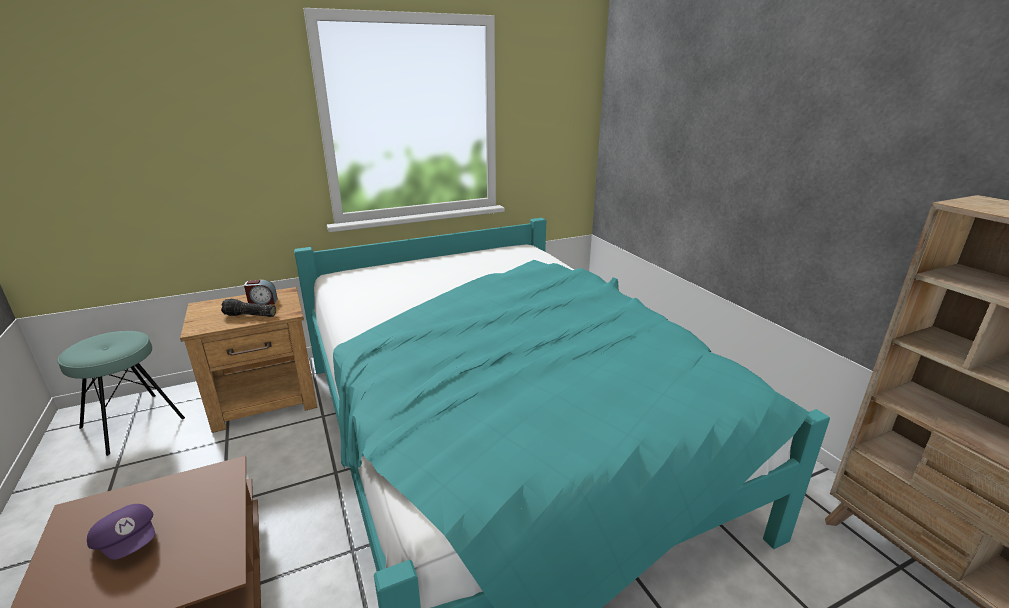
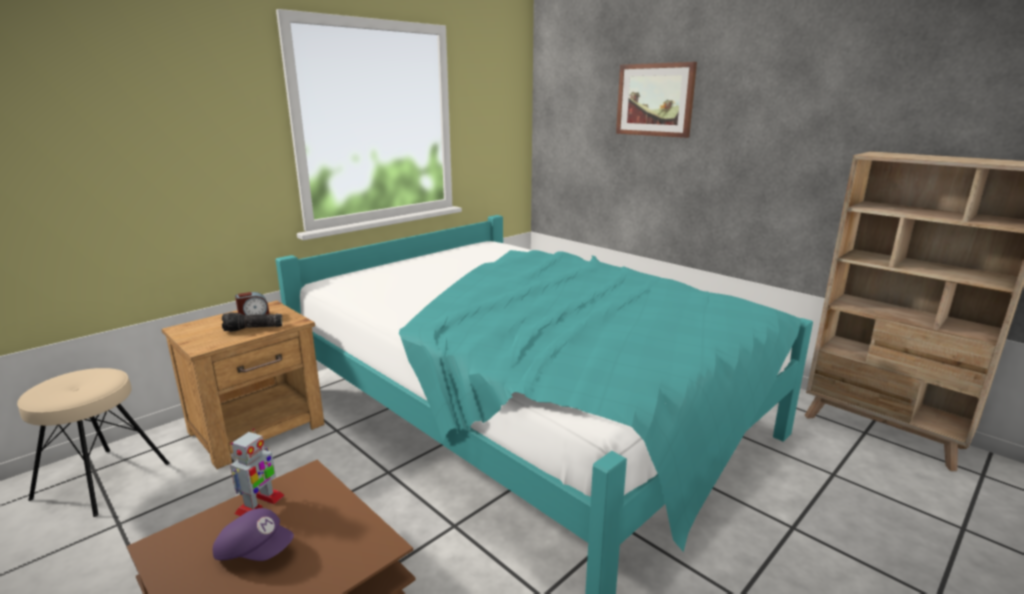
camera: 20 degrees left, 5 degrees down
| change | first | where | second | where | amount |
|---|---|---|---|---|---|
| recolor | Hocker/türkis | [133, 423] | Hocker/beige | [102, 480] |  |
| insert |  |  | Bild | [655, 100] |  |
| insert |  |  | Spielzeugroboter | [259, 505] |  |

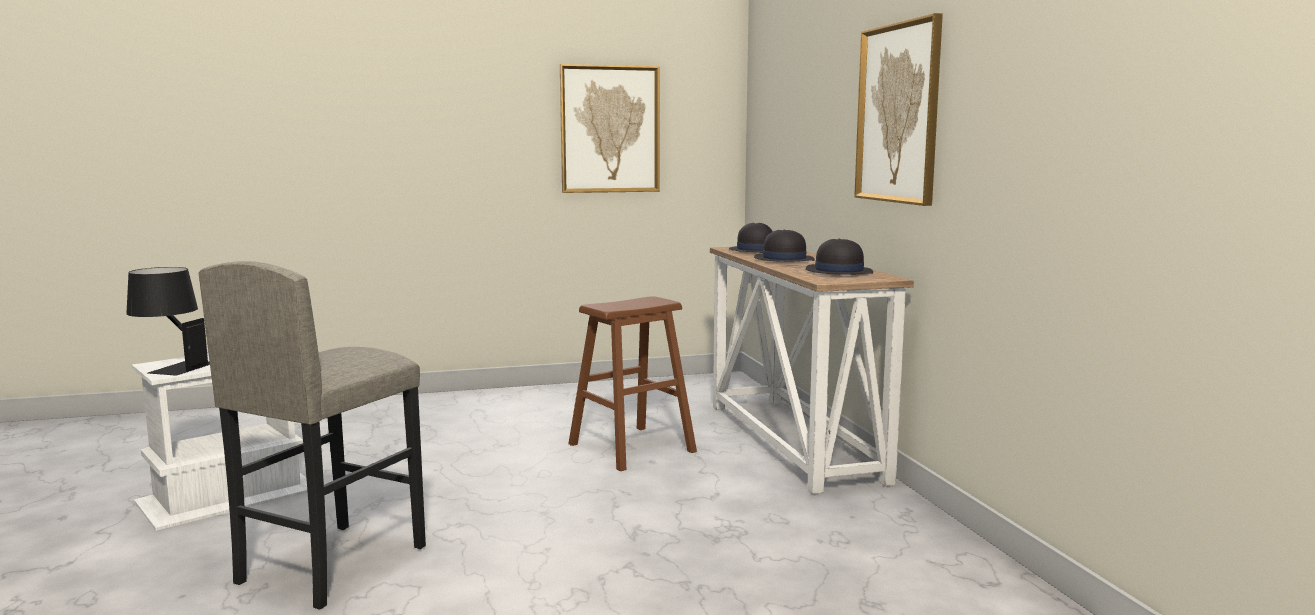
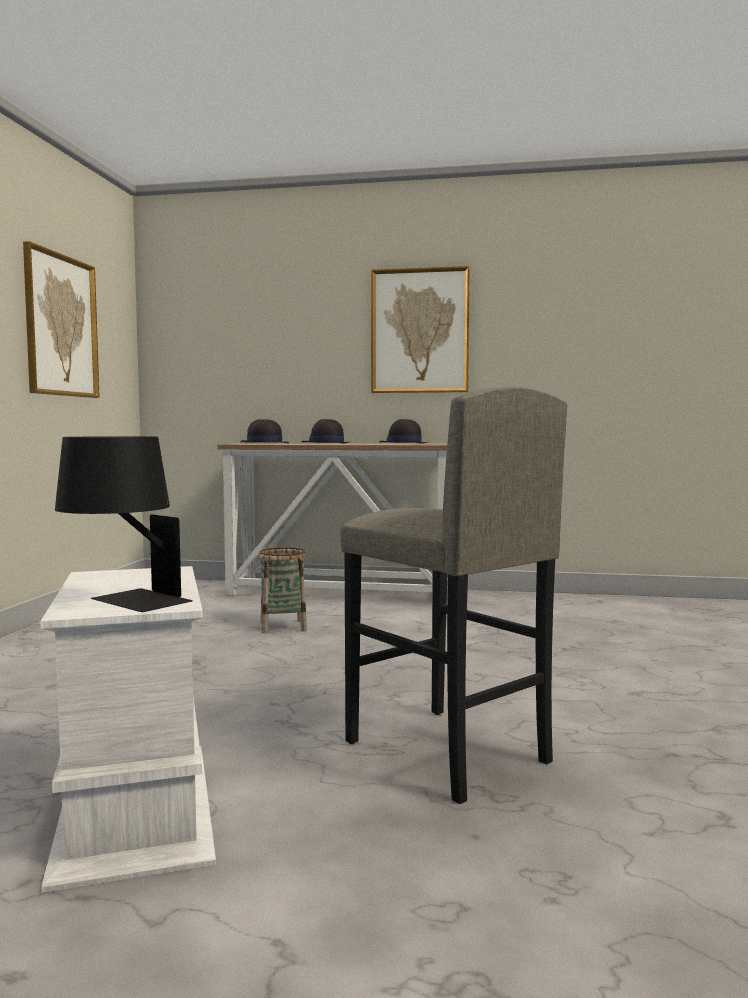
camera: 65 degrees left, 5 degrees down
| change | first | where | second | where | amount |
|---|---|---|---|---|---|
| replace | Hocker/braun | [631, 448] | Korb | [283, 627] |  |

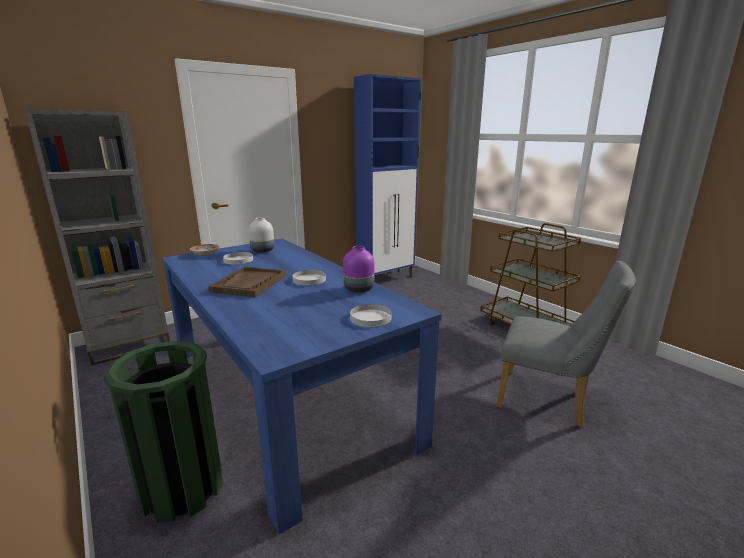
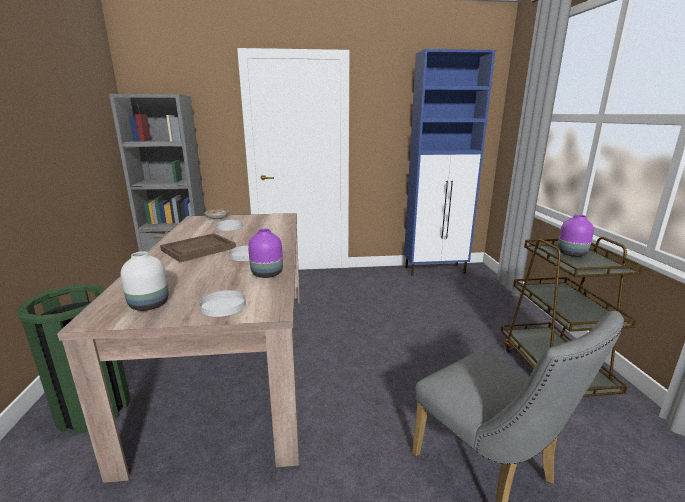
camera: 30 degrees right, 0 degrees up
| change | first | where | second | where | amount |
|---|---|---|---|---|---|
| move | Vase/weiß | [262, 250] |  | [148, 304] |  |
| recolor | Esstisch/blau | [285, 395] | Esstisch/beige | [234, 359] |  |
| insert |  |  | Vase/lila | [571, 254] |  |

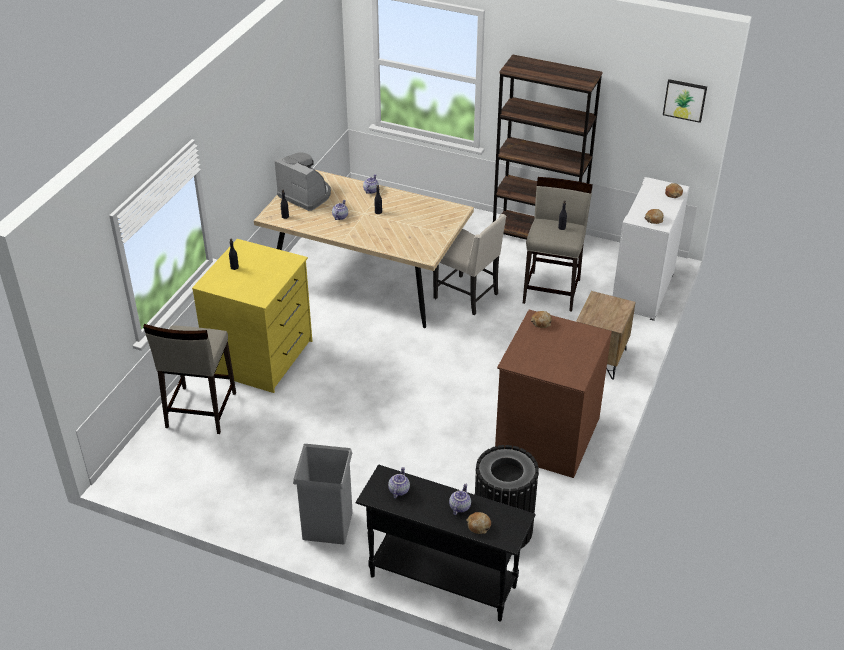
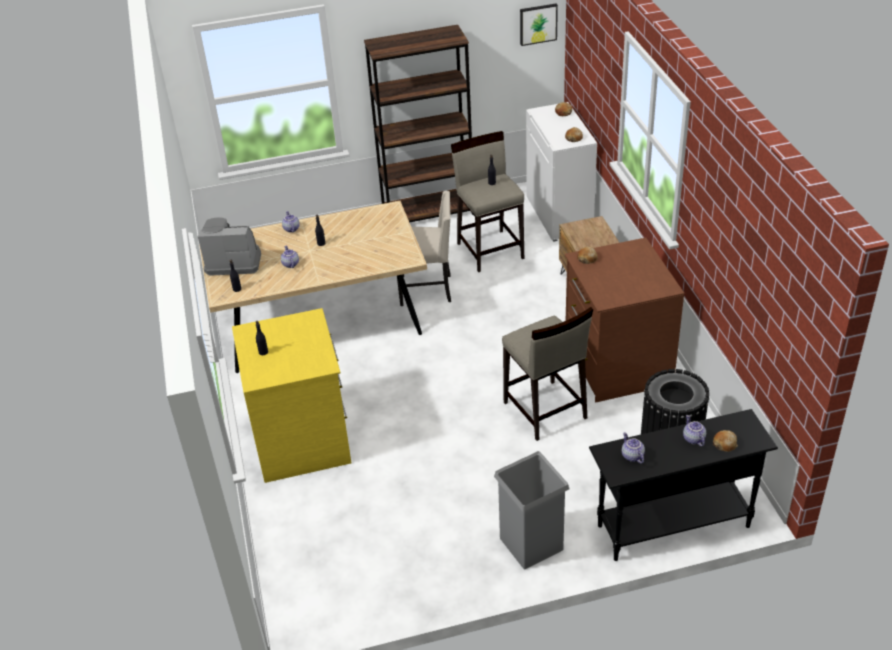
camera: 35 degrees left, 0 degrees up
| change | first | where | second | where | amount |
|---|---|---|---|---|---|
| move | Hocker/beige | [200, 410] |  | [545, 411] |  |

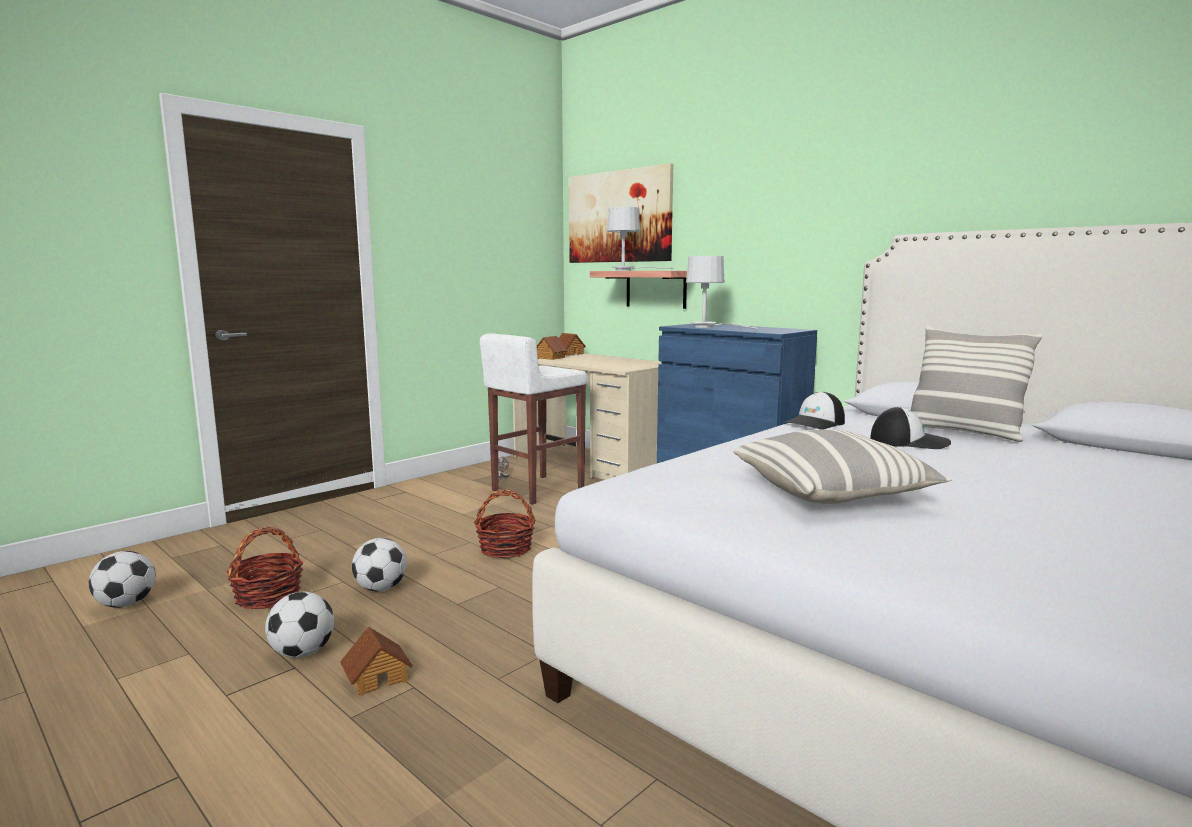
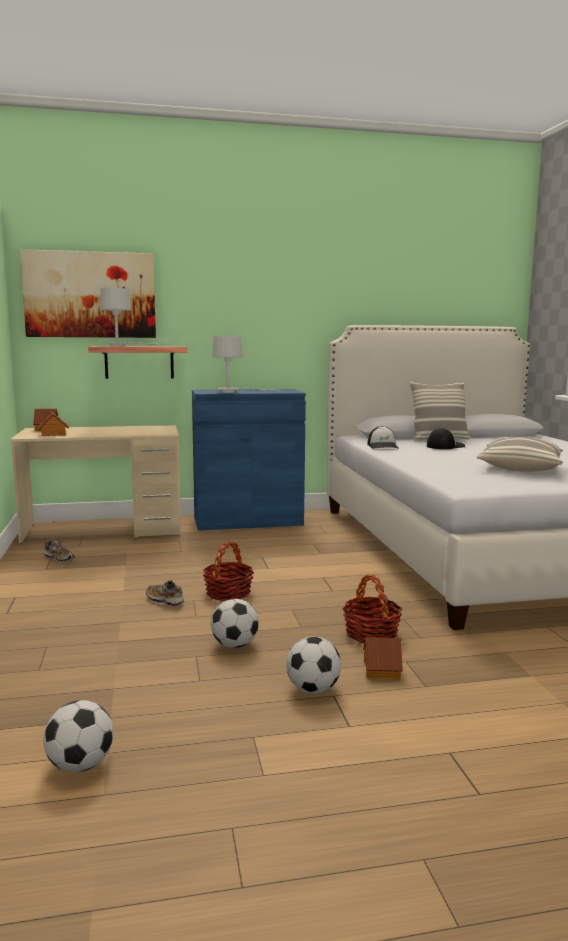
camera: 55 degrees left, 0 degrees up
| change | first | where | second | where | amount |
|---|---|---|---|---|---|
| delete | Hocker/weiß | [536, 489] |  |  |  |
| move | Korb | [268, 596] |  | [371, 634] |  |
| insert |  |  | Schuh | [164, 601] |  |

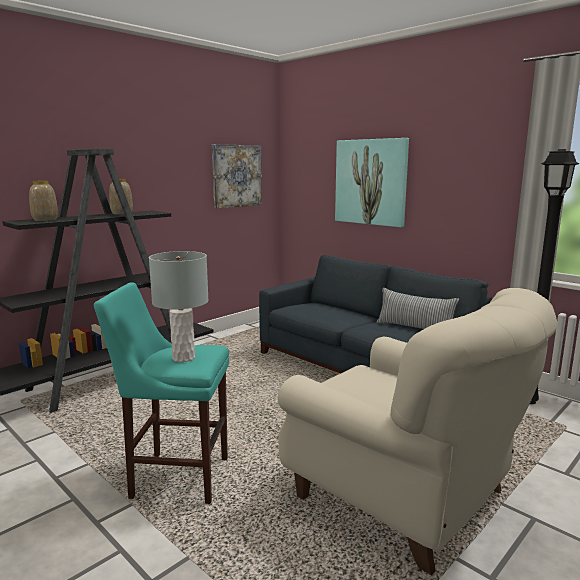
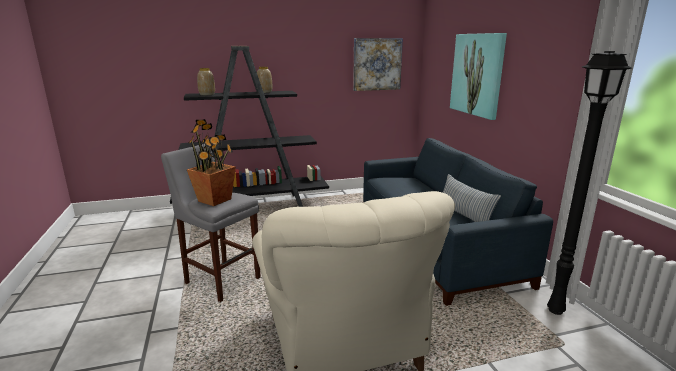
camera: 30 degrees right, 5 degrees up
| change | first | where | second | where | amount |
|---|---|---|---|---|---|
| replace | Tischlampe/grau | [183, 358] | Topfpflanze | [215, 200] |  |
| recolor | Hocker/türkis | [175, 477] | Hocker/grau | [220, 279] |  |

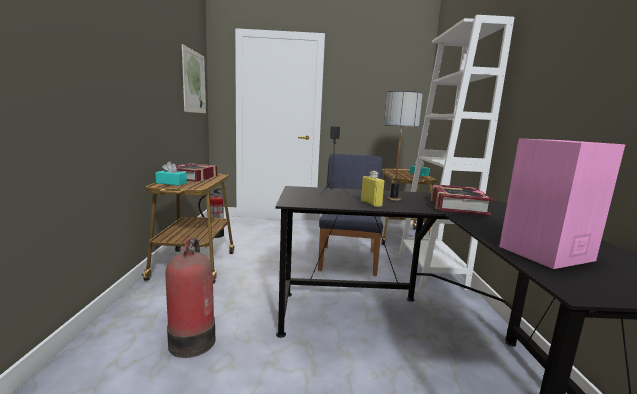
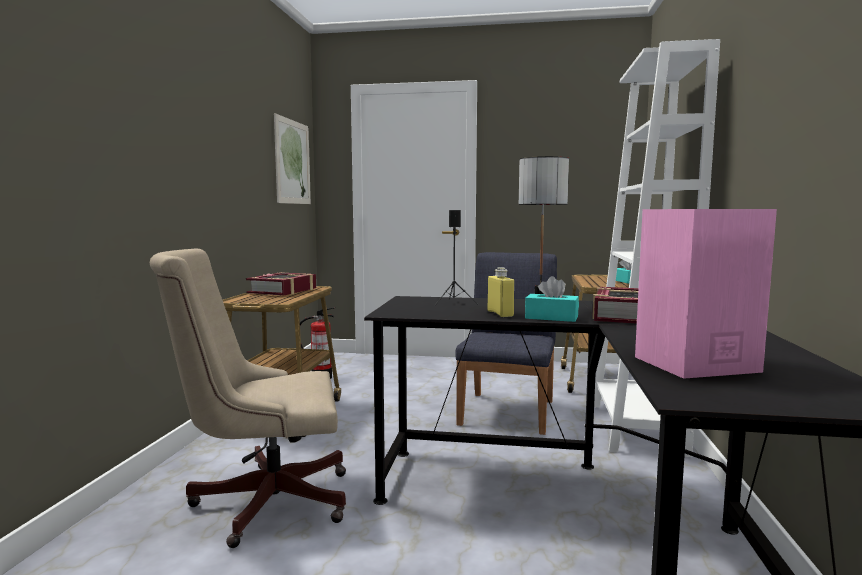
camera: 10 degrees right, 5 degrees down
| change | first | where | second | where | amount |
|---|---|---|---|---|---|
| move | Taschentuchbox/türkis | [171, 183] |  | [551, 317] |  |
| replace | Feuerlöscher | [193, 339] | Bürostuhl/beige | [262, 501] |  |

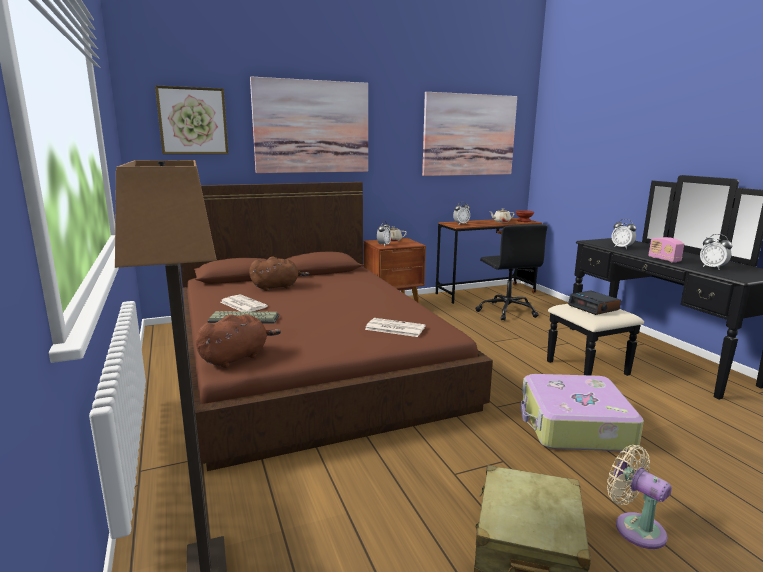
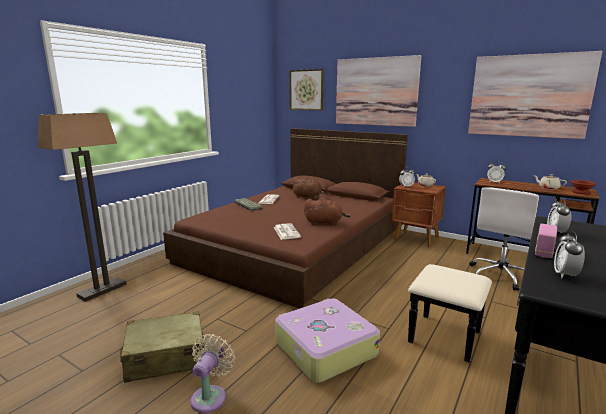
camera: 55 degrees right, 0 degrees up
| change | first | where | second | where | amount |
|---|---|---|---|---|---|
| recolor | Bürostuhl/schwarz | [507, 311] | Bürostuhl/weiß | [500, 275] |  |
| delete | Wecker | [594, 307] |  |  |  |
| move | Plüschtier/braun | [236, 357] |  | [325, 222] |  |

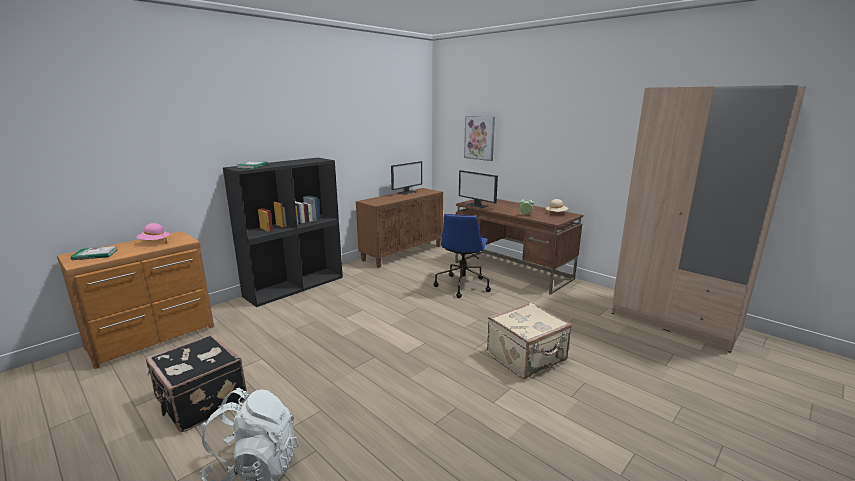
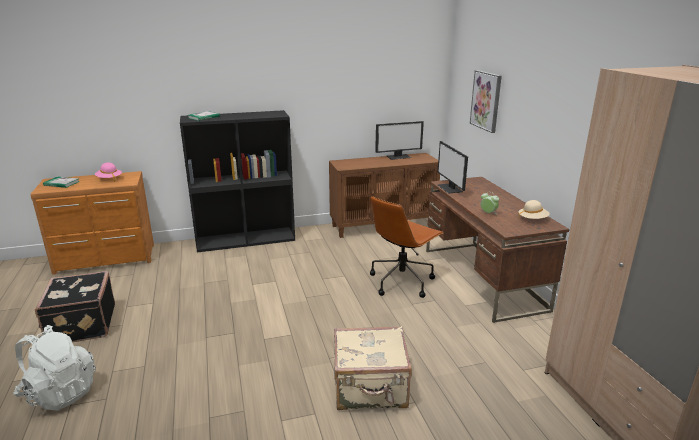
camera: 30 degrees right, 5 degrees up
| change | first | where | second | where | amount |
|---|---|---|---|---|---|
| recolor | Bürostuhl/blau | [462, 285] | Bürostuhl/braun | [402, 281] |  |

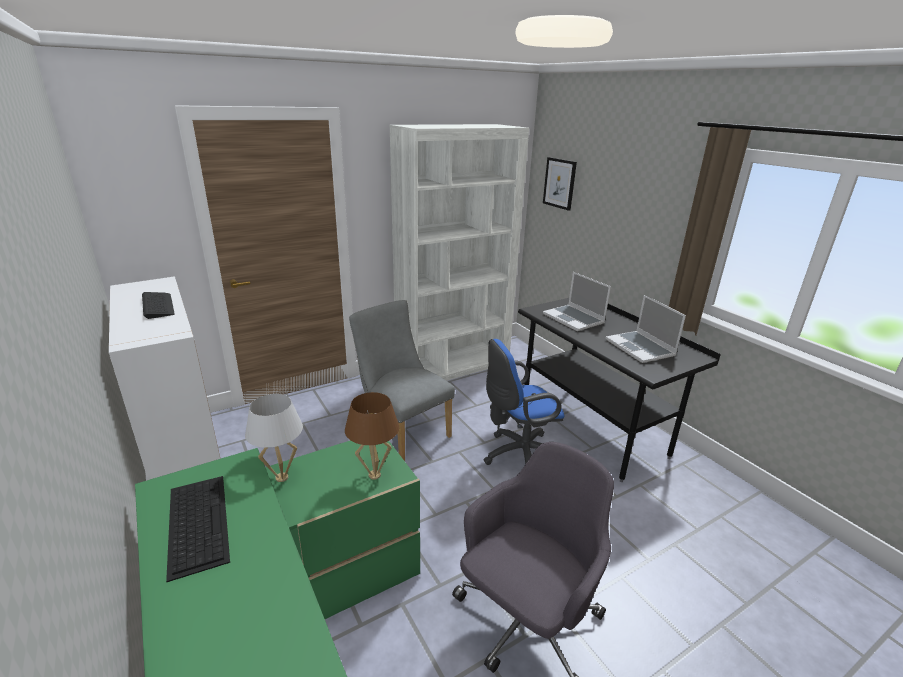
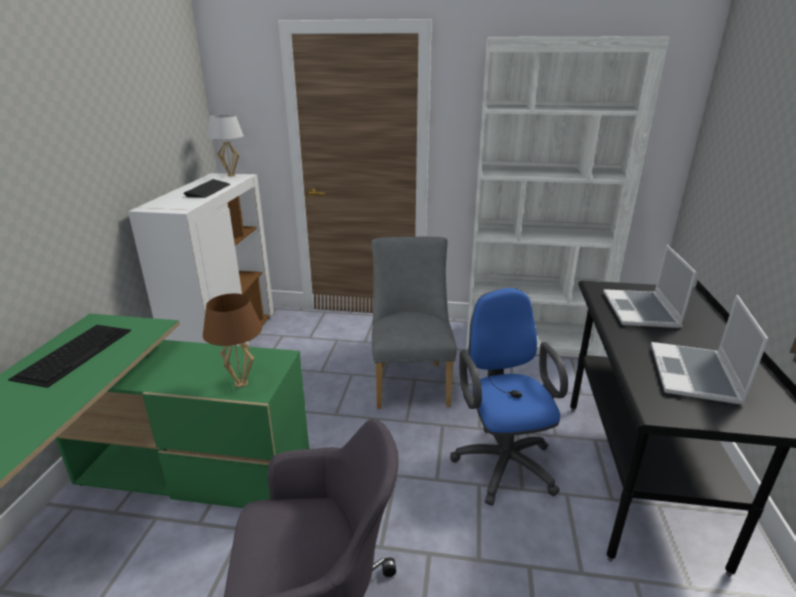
camera: 40 degrees right, 0 degrees up
| change | first | where | second | where | amount |
|---|---|---|---|---|---|
| delete | Bild | [559, 183] |  |  |  |
| rotate | Bürostuhl/blau | [518, 456] |  | [502, 460] | 60 degrees clockwise |
| move | Tischlampe/weiß | [281, 477] |  | [231, 175] |  |

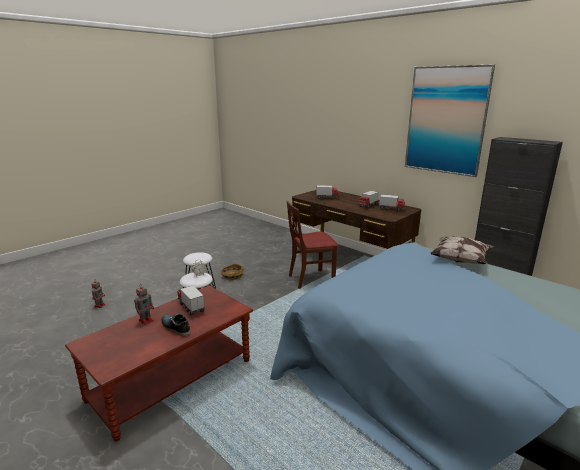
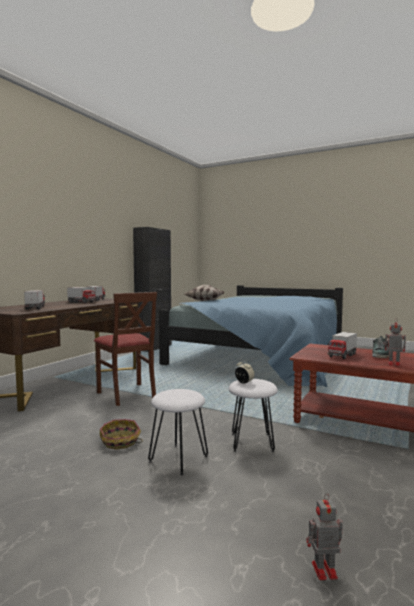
camera: 105 degrees left, 15 degrees down
| change | first | where | second | where | amount |
|---|---|---|---|---|---|
| delete | Bild | [446, 120] |  |  |  |

